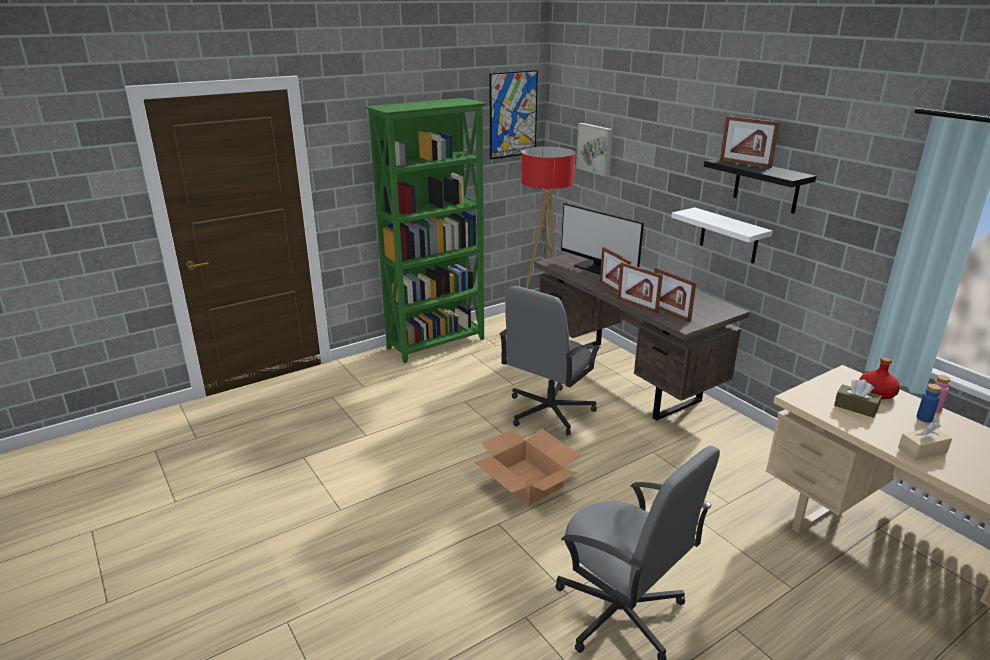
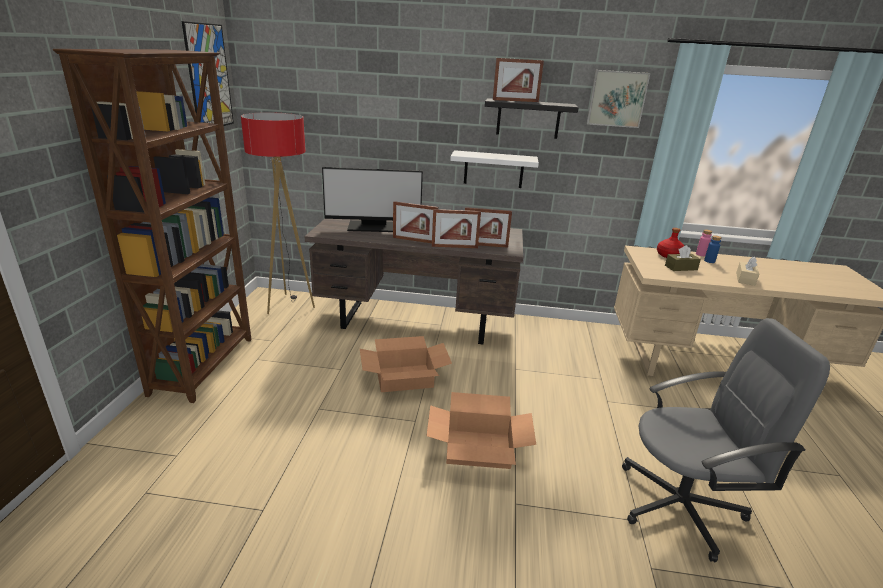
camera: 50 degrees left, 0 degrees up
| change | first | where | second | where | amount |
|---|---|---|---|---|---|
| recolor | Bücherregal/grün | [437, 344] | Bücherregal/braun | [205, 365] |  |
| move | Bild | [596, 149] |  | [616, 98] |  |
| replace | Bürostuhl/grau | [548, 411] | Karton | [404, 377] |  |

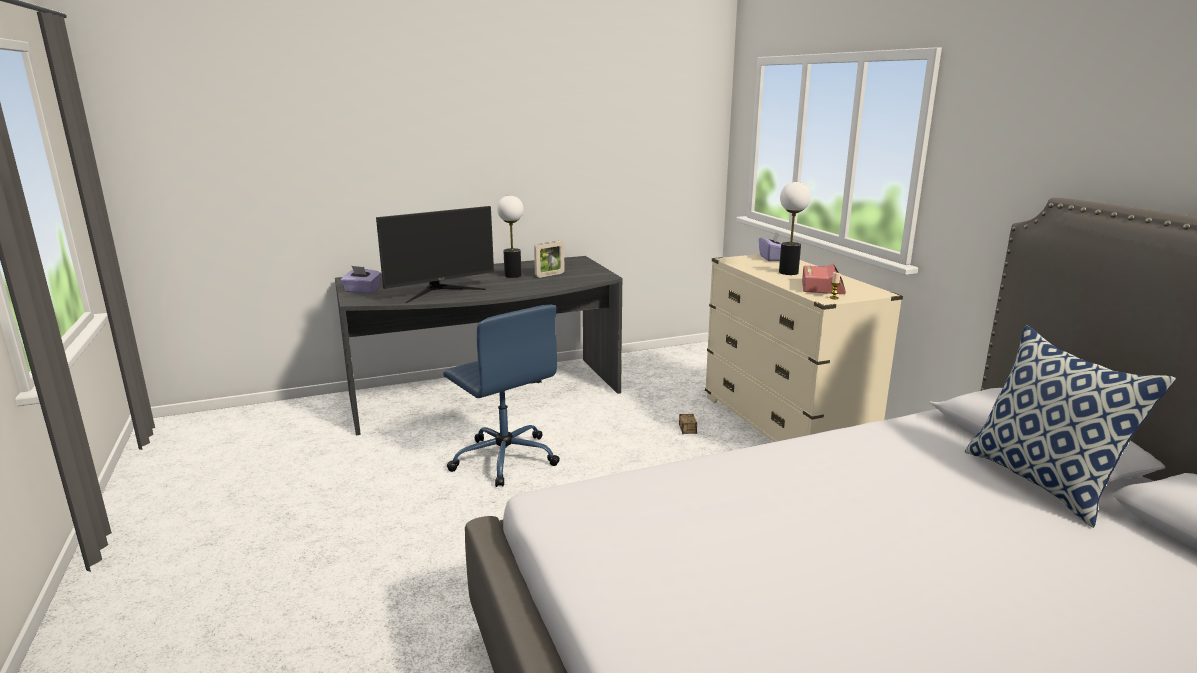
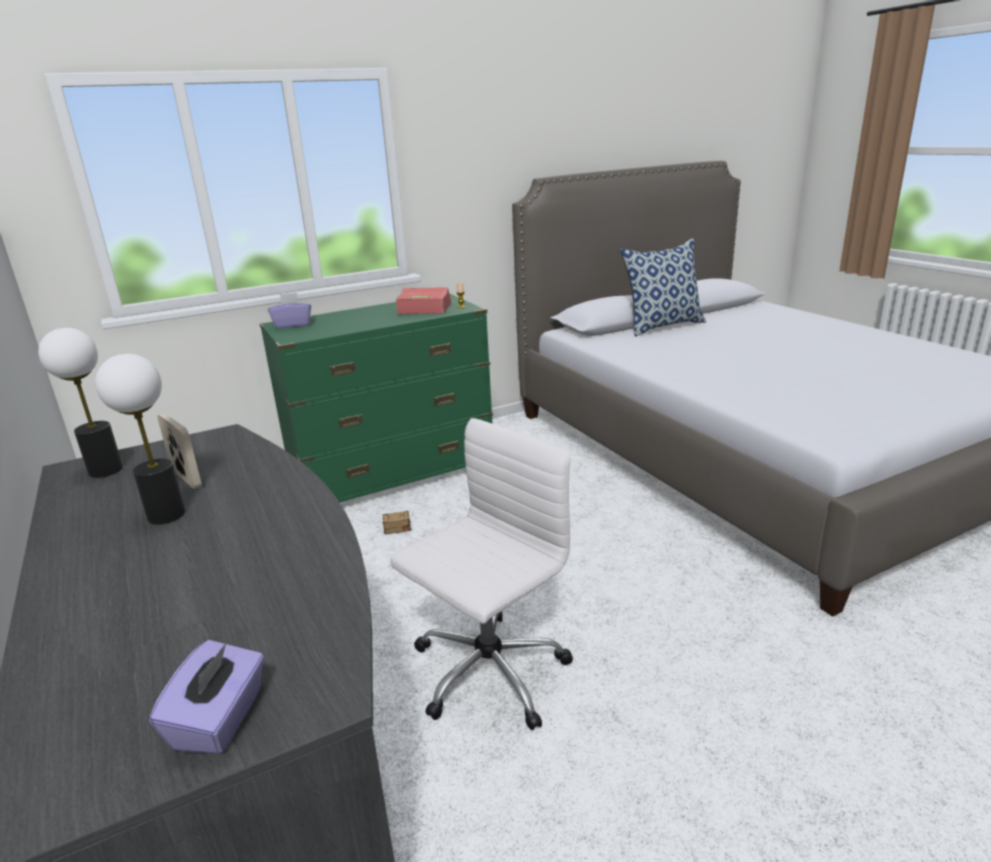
camera: 95 degrees left, 5 degrees up
| change | first | where | second | where | amount |
|---|---|---|---|---|---|
| move | Tischlampe | [788, 272] |  | [105, 470] |  |
| delete | Monitor | [439, 291] |  |  |  |
| recolor | Kommode/beige | [784, 427] | Kommode/grün | [394, 475] |  |
| recolor | Bürostuhl/blau | [504, 458] | Bürostuhl/weiß | [487, 673] |  |

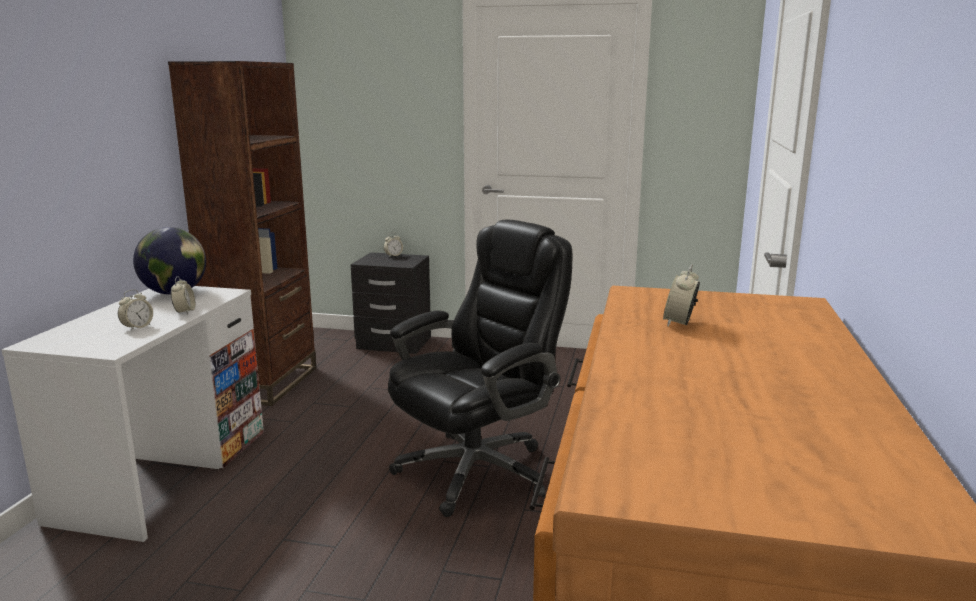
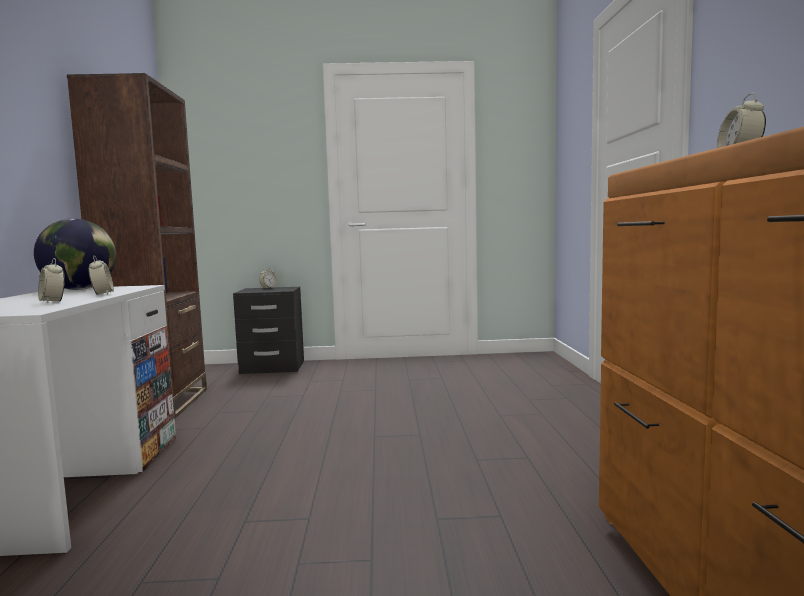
camera: 15 degrees left, 10 degrees down
| change | first | where | second | where | amount |
|---|---|---|---|---|---|
| delete | Bürostuhl/schwarz | [477, 470] |  |  |  |
| rotate | Wecker | [137, 327] |  | [53, 302] | 120 degrees clockwise |

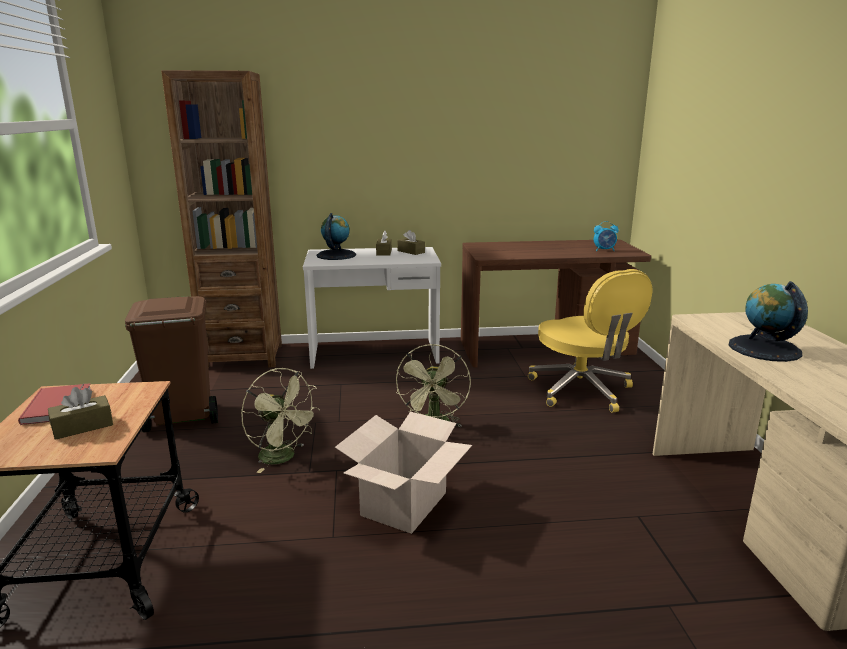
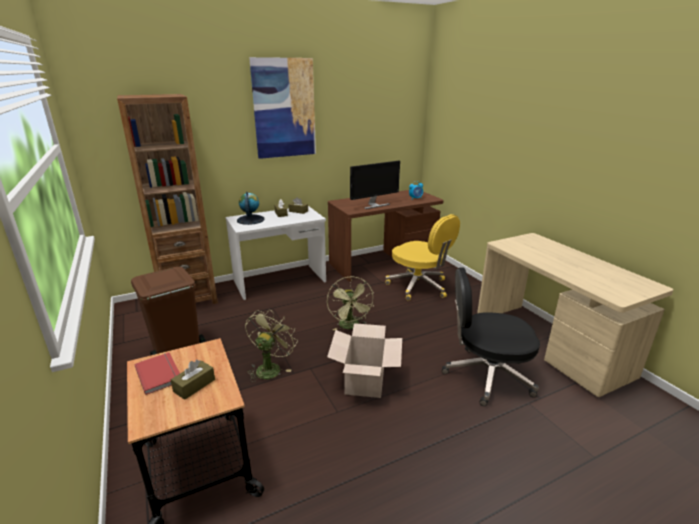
camera: 20 degrees left, 5 degrees up
| change | first | where | second | where | amount |
|---|---|---|---|---|---|
| delete | Globus | [764, 348] |  |  |  |
| rotate | Ventilator/grün | [283, 458] |  | [270, 367] | 90 degrees counterclockwise |
| insert |  |  | Bild | [284, 108] |  |
| insert |  |  | Monitor | [374, 205] |  |
| insert |  |  | Bürostuhl/schwarz | [486, 375] |  |

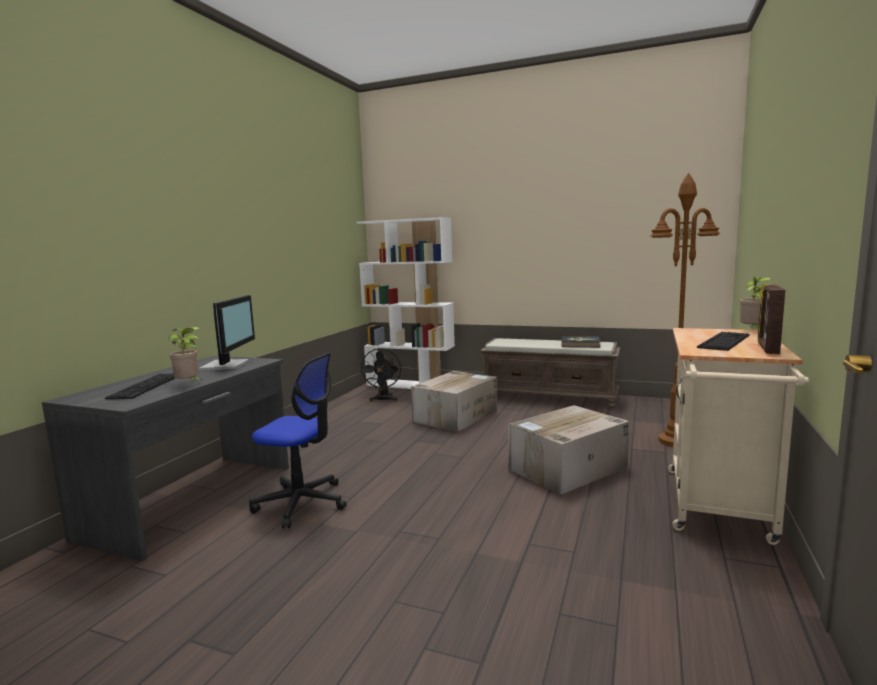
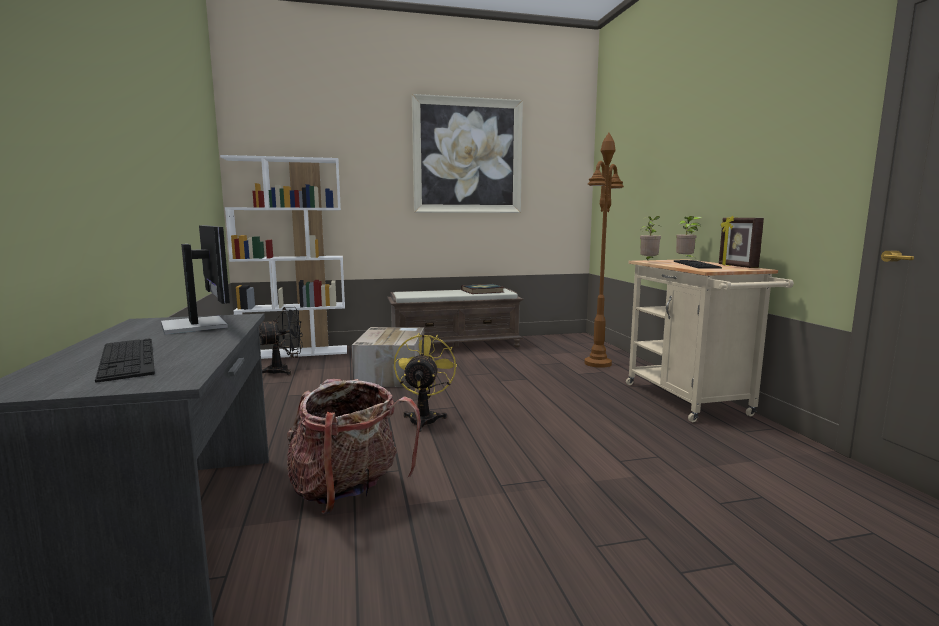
camera: 35 degrees left, 0 degrees up
| change | first | where | second | where | amount |
|---|---|---|---|---|---|
| move | Topfpflanze | [189, 384] |  | [649, 262] |  |
| rotate | Ventilator/schwarz | [383, 400] |  | [284, 371] | 90 degrees counterclockwise |
| replace | Bürostuhl | [301, 503] | Rucksack | [348, 491] |  |
| delete | Karton | [566, 468] |  |  |  |
| insert |  |  | Bild | [467, 156] |  |
| insert |  |  | Ventilator/gelb | [424, 418] |  |

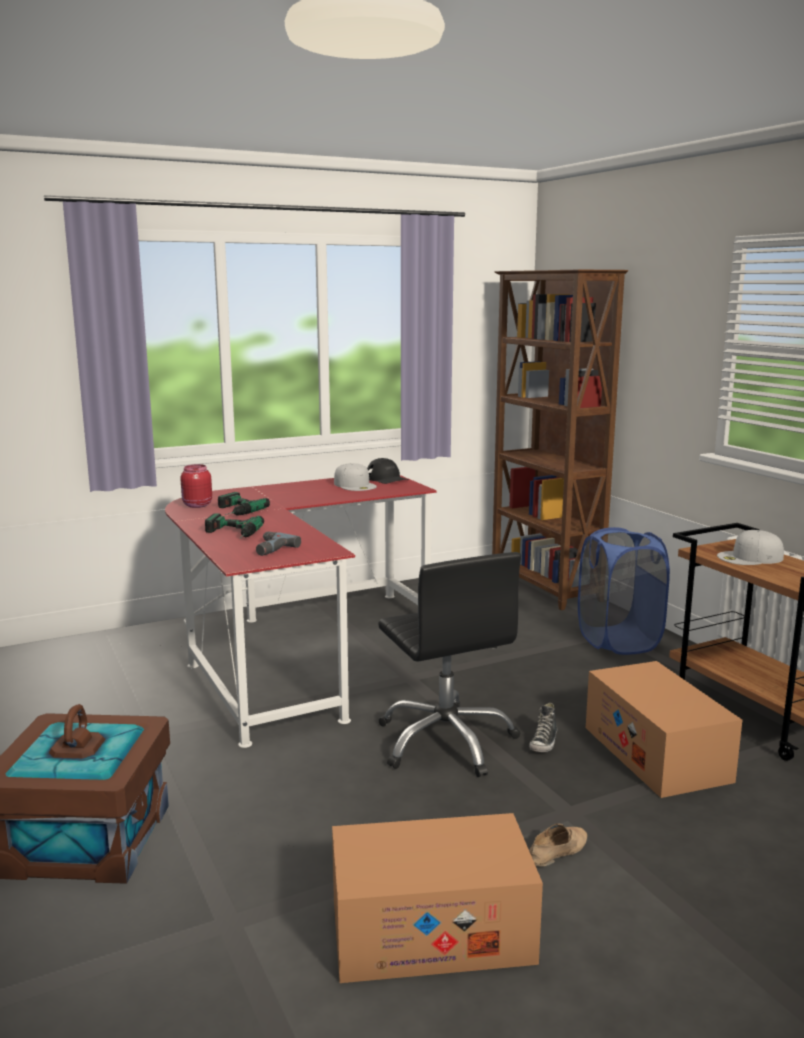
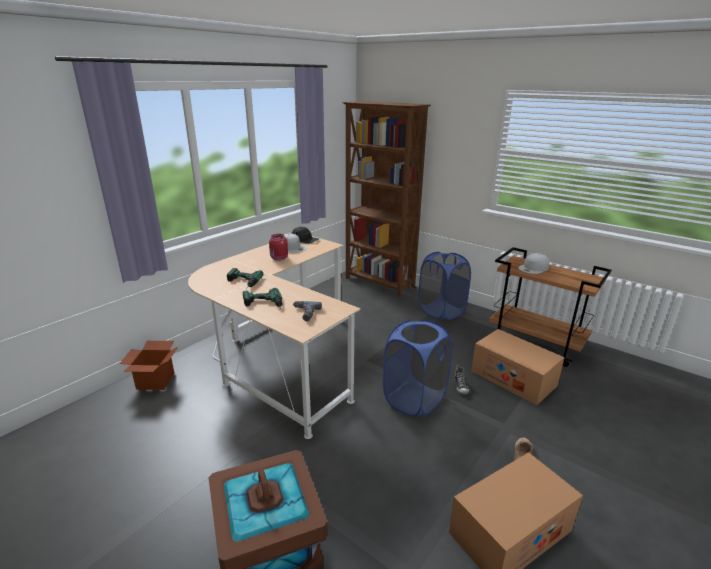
camera: 25 degrees left, 10 degrees up
| change | first | where | second | where | amount |
|---|---|---|---|---|---|
| move | Vorratsglas/rot | [196, 505] |  | [279, 258] |  |
| recolor | Schreibtisch/rot | [292, 651] | Schreibtisch/beige | [279, 358] |  |
| replace | Bürostuhl/schwarz | [446, 741] | Wäschekorb/blau | [414, 399] |  |
| insert |  |  | Karton | [156, 381] |  |

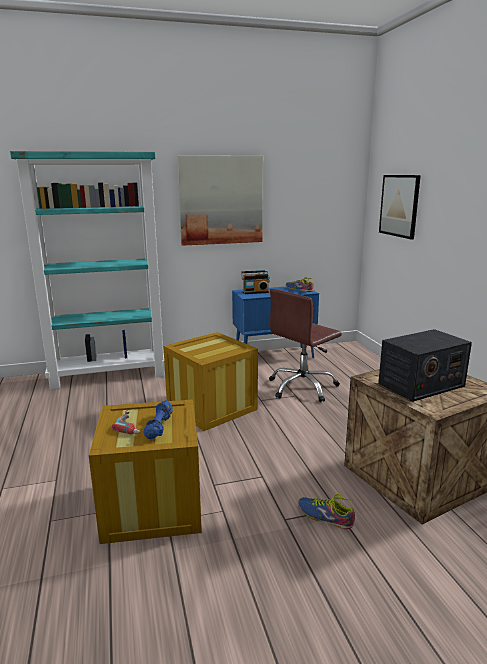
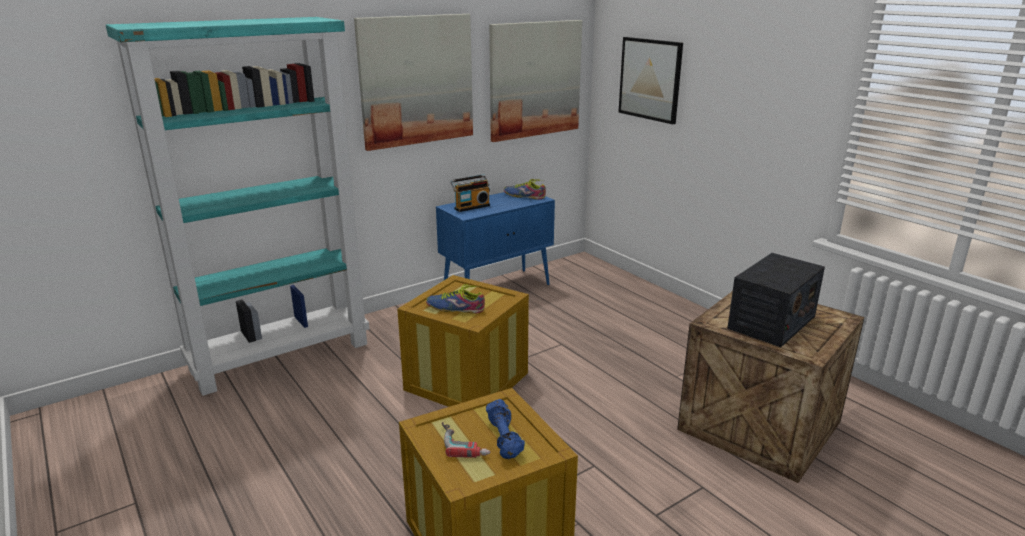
camera: 20 degrees left, 5 degrees up
| change | first | where | second | where | amount |
|---|---|---|---|---|---|
| delete | Bürostuhl/braun | [302, 387] |  |  |  |
| move | Schuh | [325, 517] |  | [455, 308] |  |
| insert |  |  | Bild | [534, 79] |  |

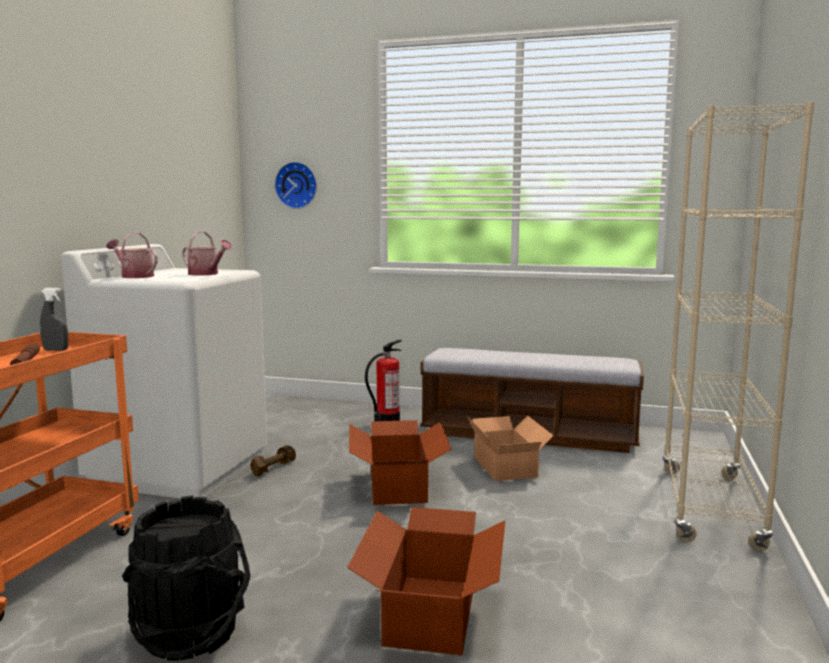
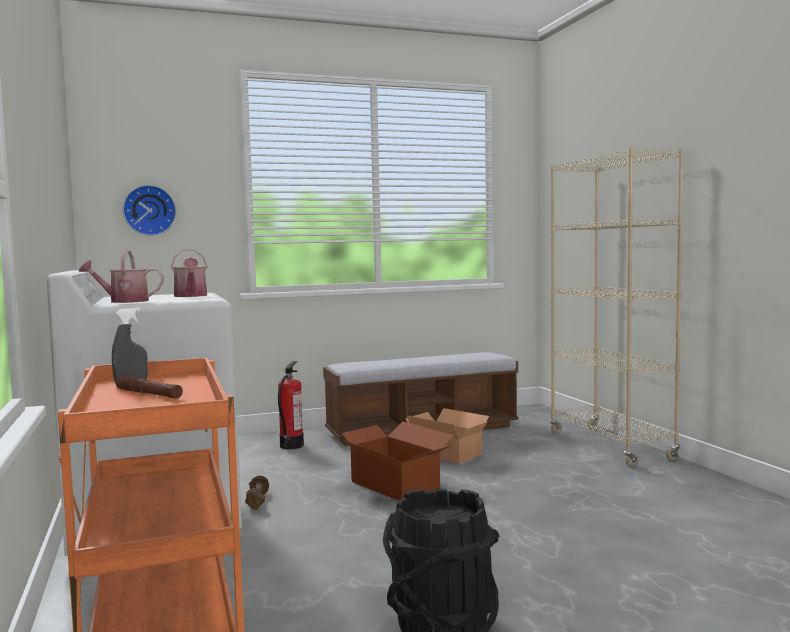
camera: 35 degrees left, 5 degrees down
| change | first | where | second | where | amount |
|---|---|---|---|---|---|
| rotate | Gießkanne | [206, 274] |  | [191, 296] | 75 degrees clockwise |
| delete | Karton | [429, 614] |  |  |  |

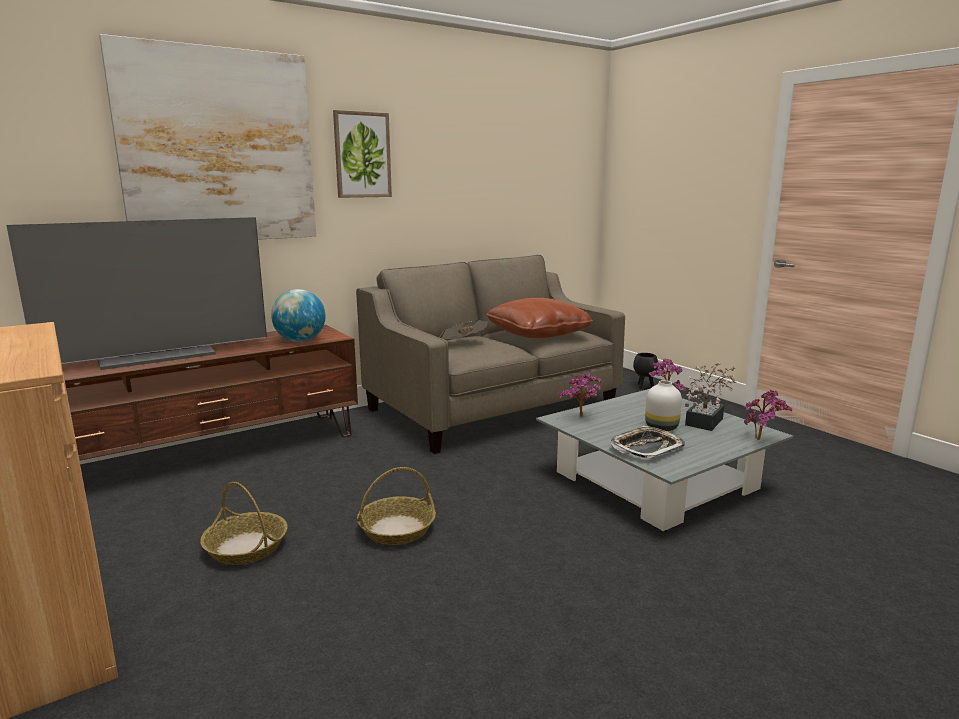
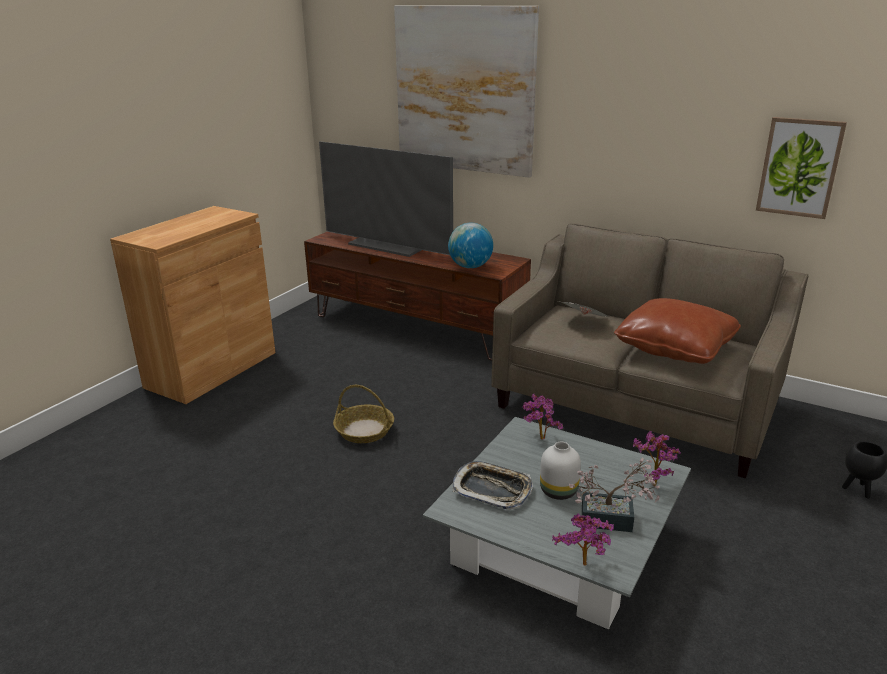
camera: 65 degrees right, 10 degrees up
| change | first | where | second | where | amount |
|---|---|---|---|---|---|
| move | Bild | [362, 155] |  | [799, 167] |  |
| delete | Korb | [245, 547] |  |  |  |

